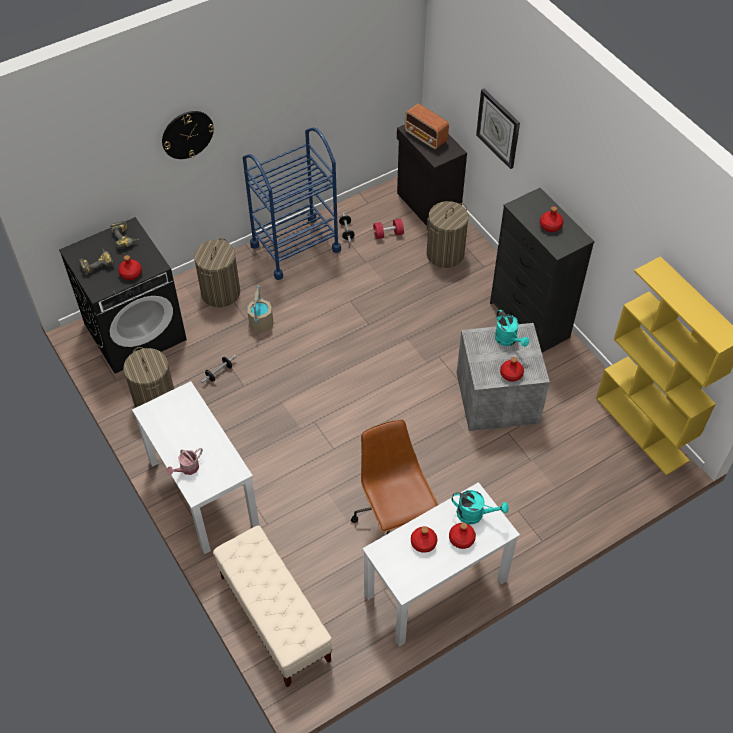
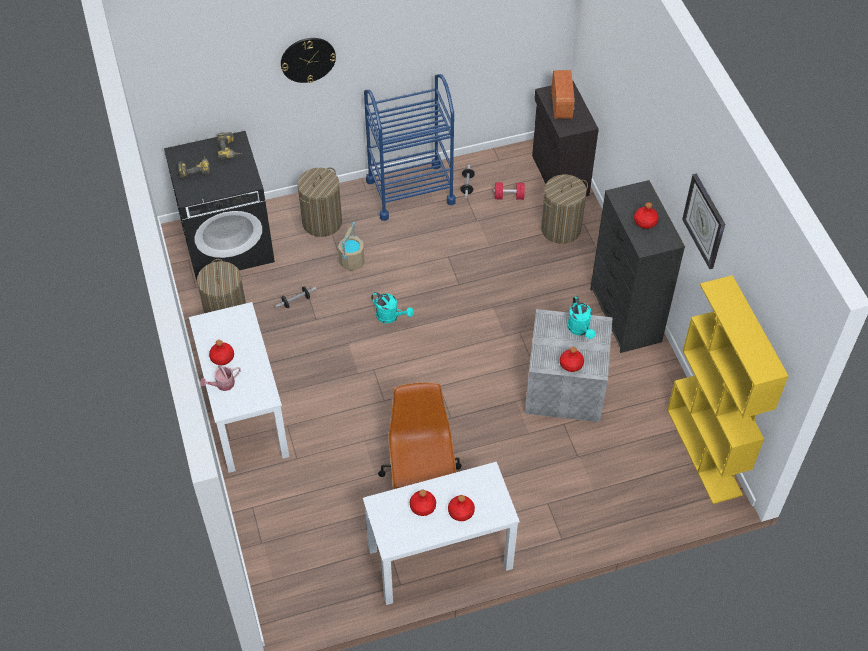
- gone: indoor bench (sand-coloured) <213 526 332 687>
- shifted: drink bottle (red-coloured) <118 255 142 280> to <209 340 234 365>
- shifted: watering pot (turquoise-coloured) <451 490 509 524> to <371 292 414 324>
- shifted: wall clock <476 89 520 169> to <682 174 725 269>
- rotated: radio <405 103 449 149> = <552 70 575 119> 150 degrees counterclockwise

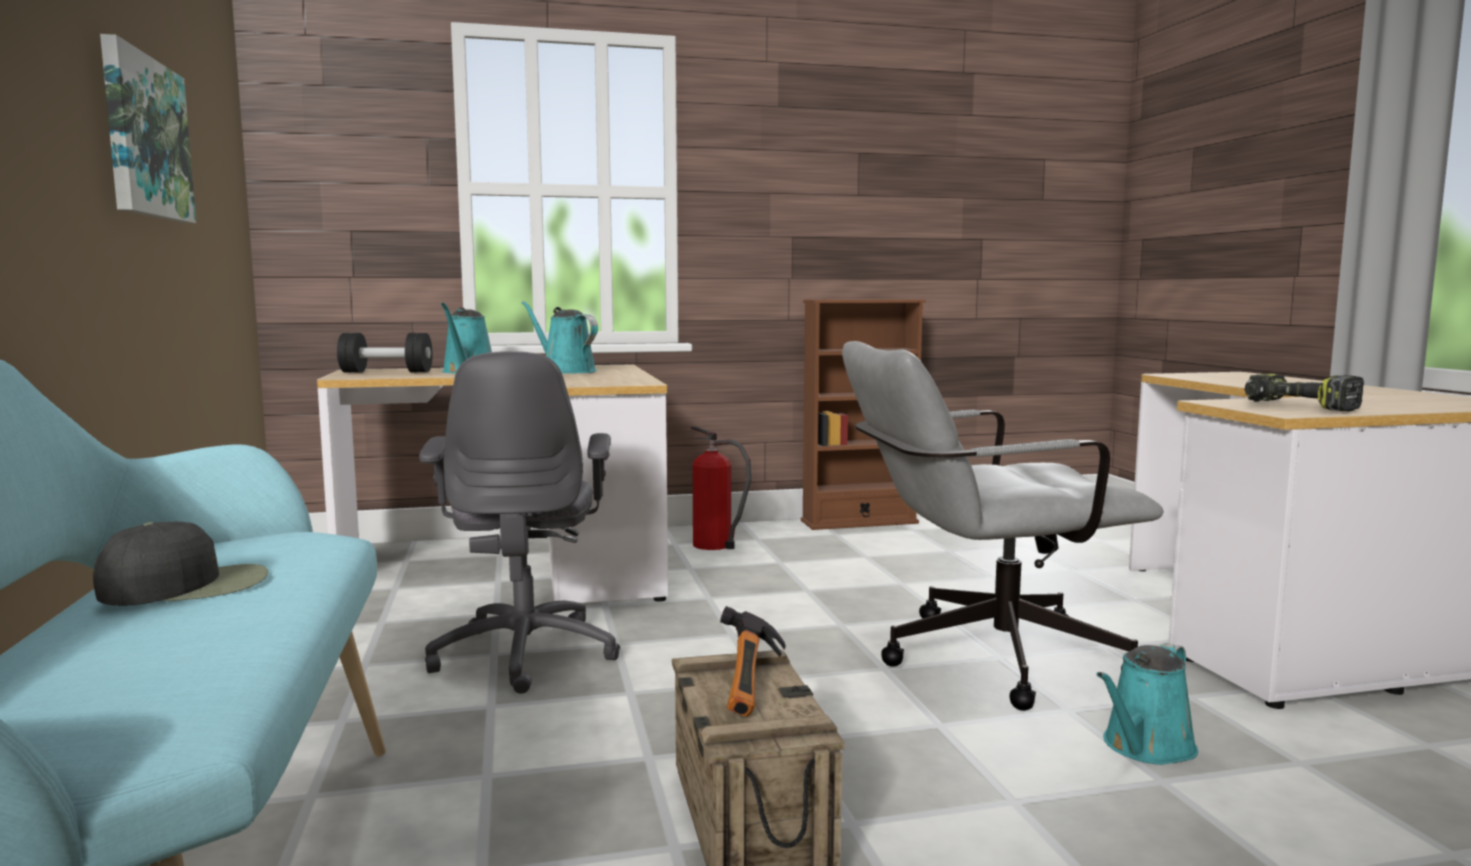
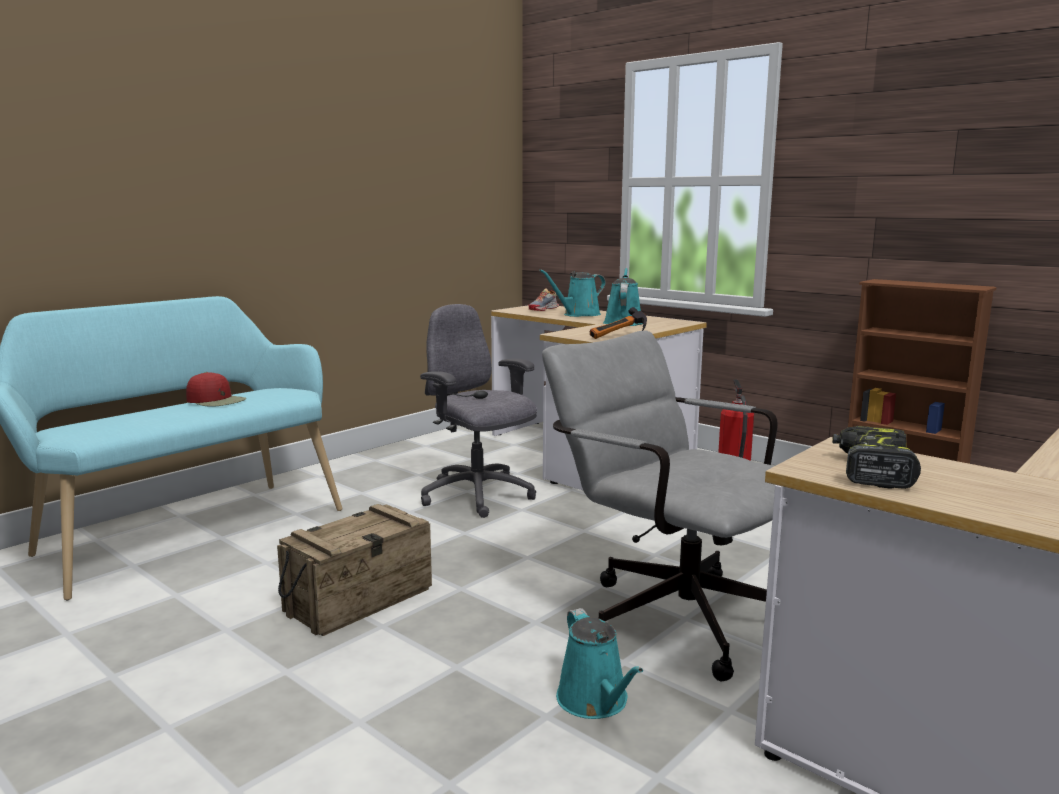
- gone: wall art <100 34 196 223>
- shifted: tool hammer <720 606 786 717> to <590 307 647 339>
- swapped: dumbbell (black-coloured) <337 333 433 373> to shoe <528 288 559 311>
- repainted: baseball cap (black-coloured) <93 522 268 606> to baseball cap (red-coloured) <186 372 246 407>
- rotated: office chair (grey) <419 351 620 694> = <420 304 537 518> 90 degrees clockwise
- rotated: watering pot (turquoise-coloured) <1097 643 1198 765> = <556 608 643 719> 120 degrees counterclockwise

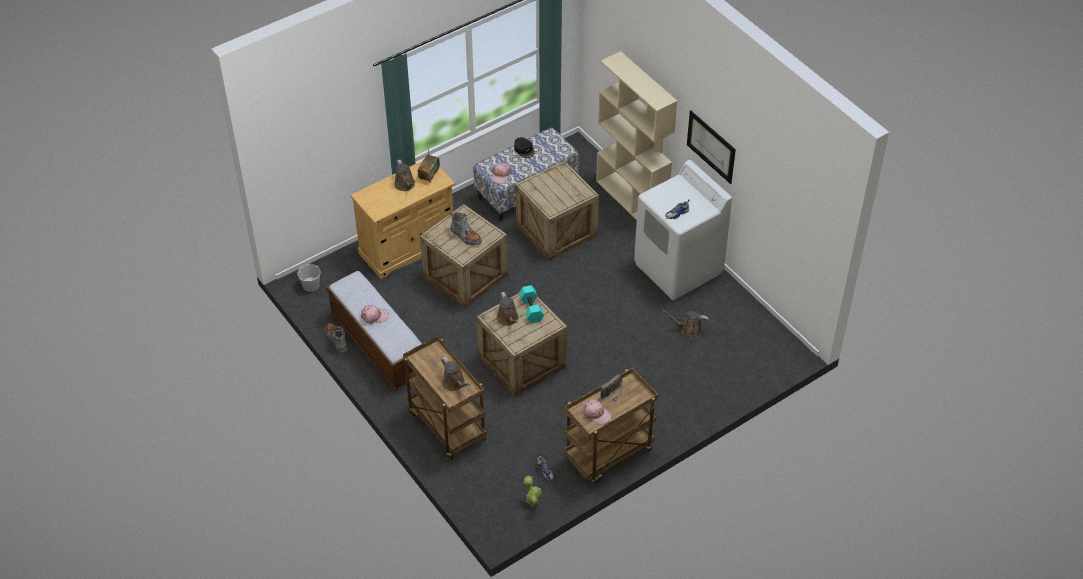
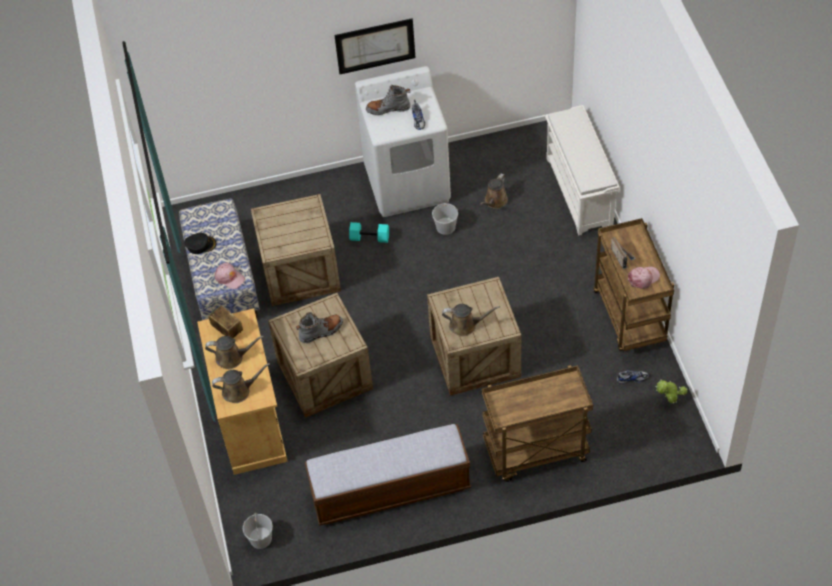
- gone: baseball cap (pink) <361 305 389 324>
- gone: shelving unit (sand-coloured) <596 51 677 220>
- new: pail (whitish) <432 203 458 235>
- new: shoe shelf (whitish) <545 105 620 236>
- shifted: boot (grey) <326 323 347 354> to <366 85 411 115>
- shifted: watering pot (brown) <441 357 471 391> to <212 363 270 403>
- shifted: dumbbell (turquoise-coloured) <519 285 544 323> to <349 222 389 243>

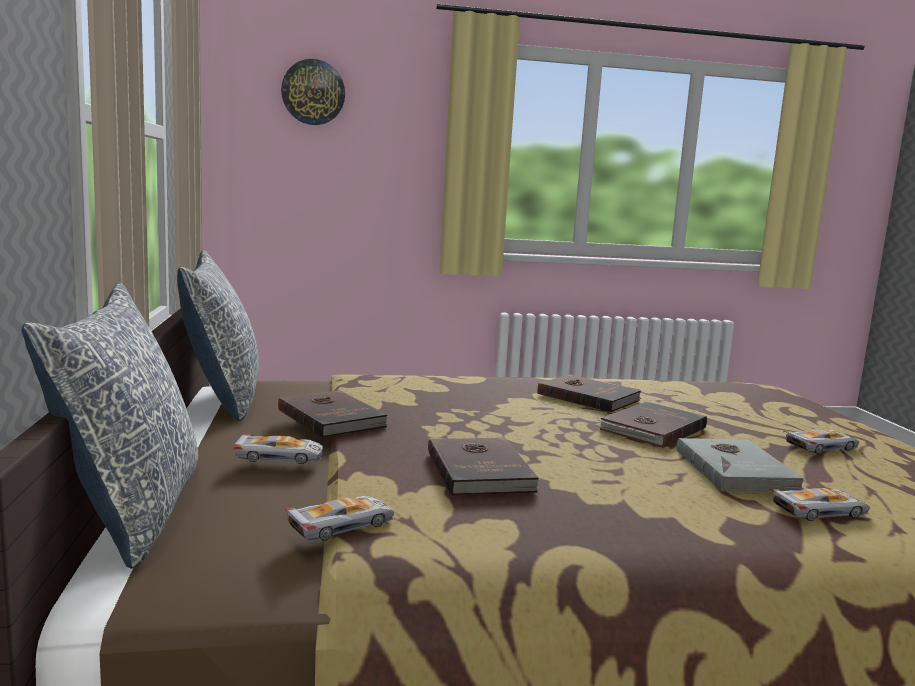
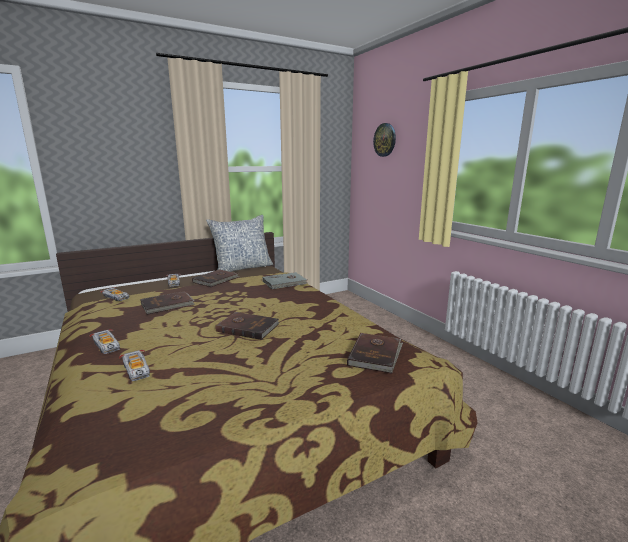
- gone: throw pillow <22 282 198 569>
- shifted: bound book (brown) <537 374 641 412> to <347 333 403 374>
- shifted: bound book (grey) <677 438 805 492> to <263 272 307 289>
- shifted: miniature car <783 429 859 454> to <90 329 120 354>

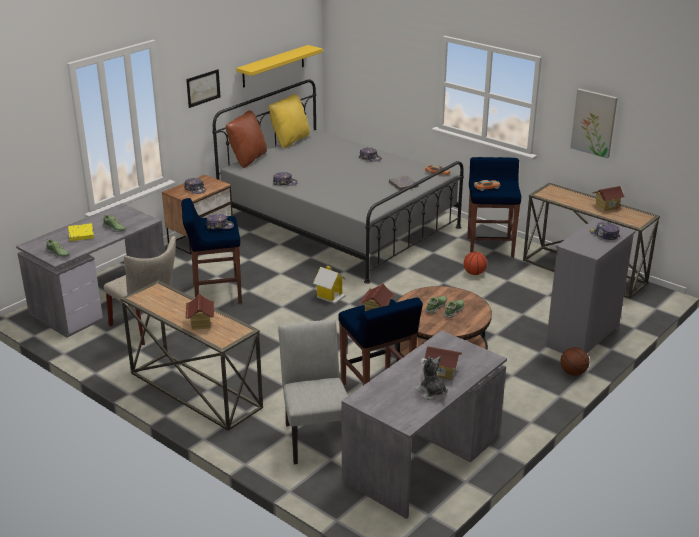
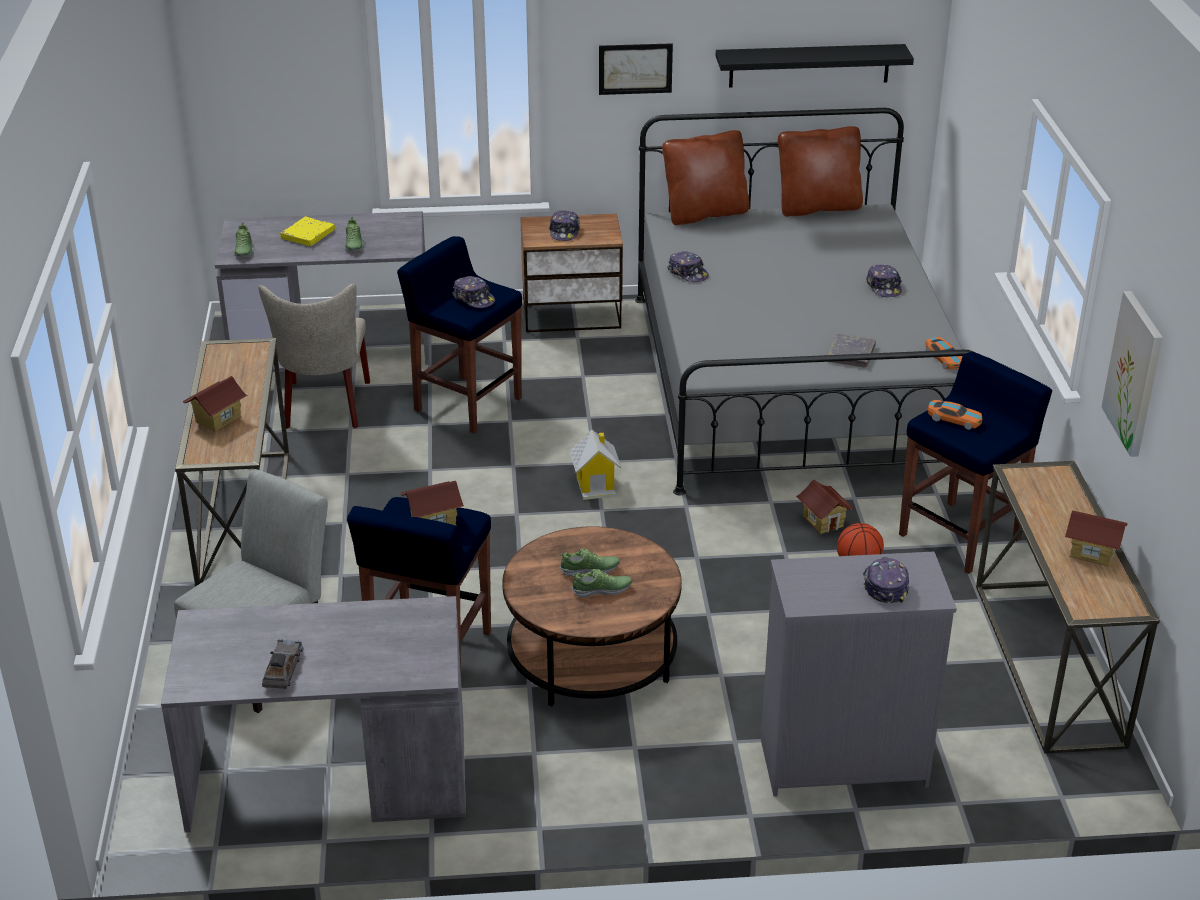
- gone: basketball <560 347 590 376>
- shifted: toy house <425 346 462 380> to <796 480 854 534>
- swapped: plush toy <415 356 448 400> to miniature car (grey) <262 638 304 689>
- repainted: wall shelf (yellow-coloured) <236 45 323 87> to wall shelf (black-coloured) <716 44 914 88>
- repainted: throw pillow (yellow-coloured) <268 94 310 148> to throw pillow (brown) <778 126 863 217>

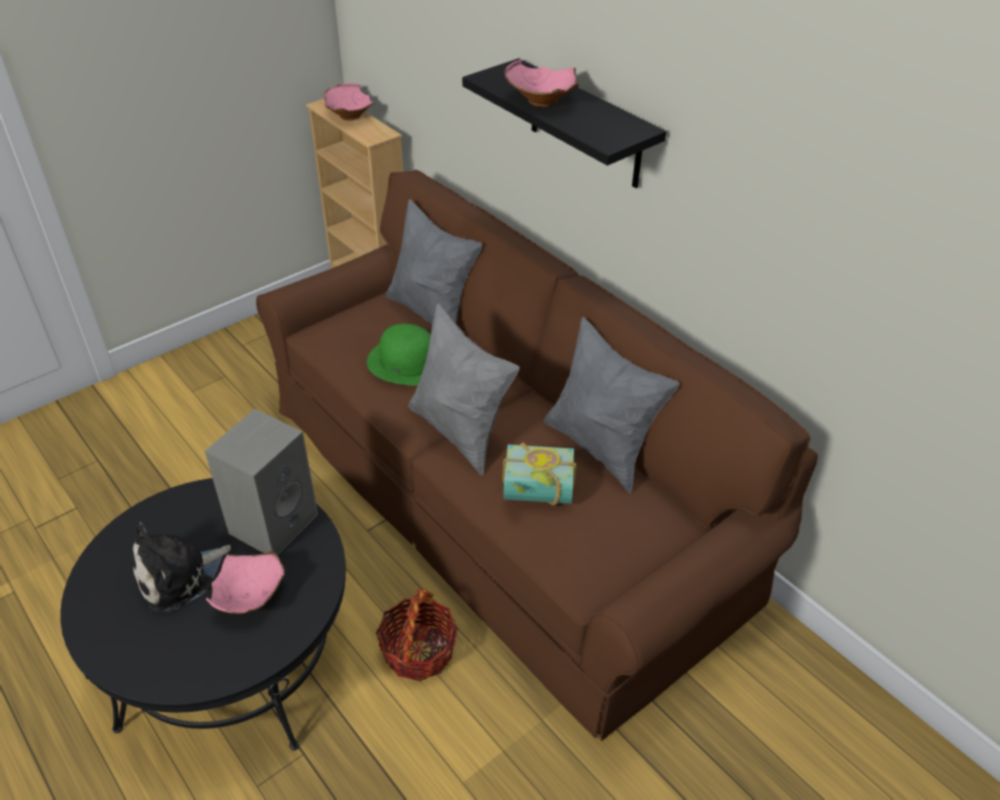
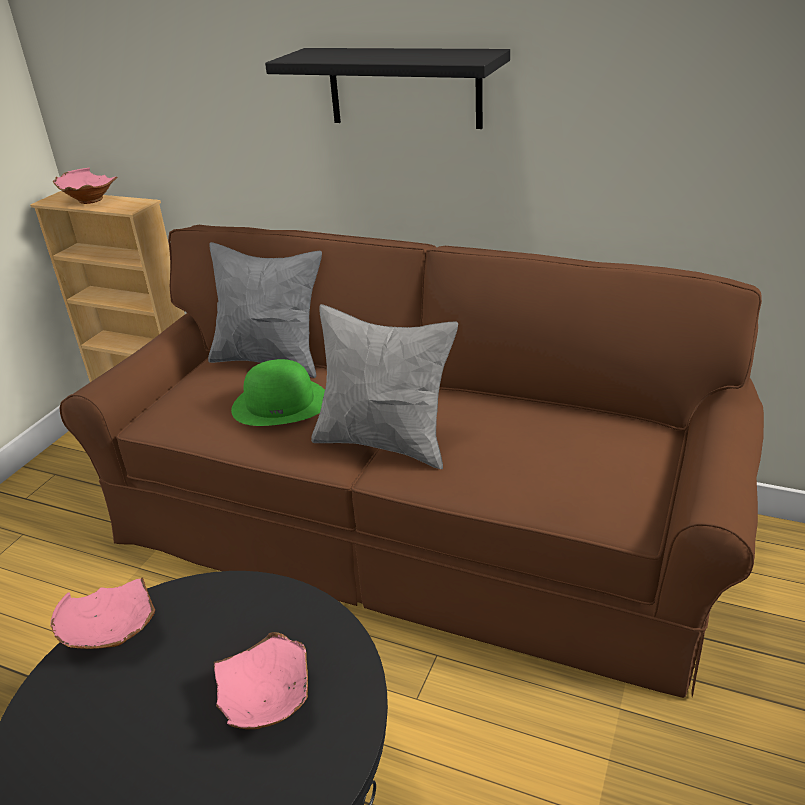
- gone: plush toy <133 522 231 611>
- gone: loudspeaker (grey) <205 409 318 556>
- gone: storage basket <376 588 458 681>
- gone: bound book <502 443 577 505>
- gone: throw pillow (grey) <544 317 679 493>
- shifted: serving bowl (pink) <504 60 579 107> to <50 577 155 649>

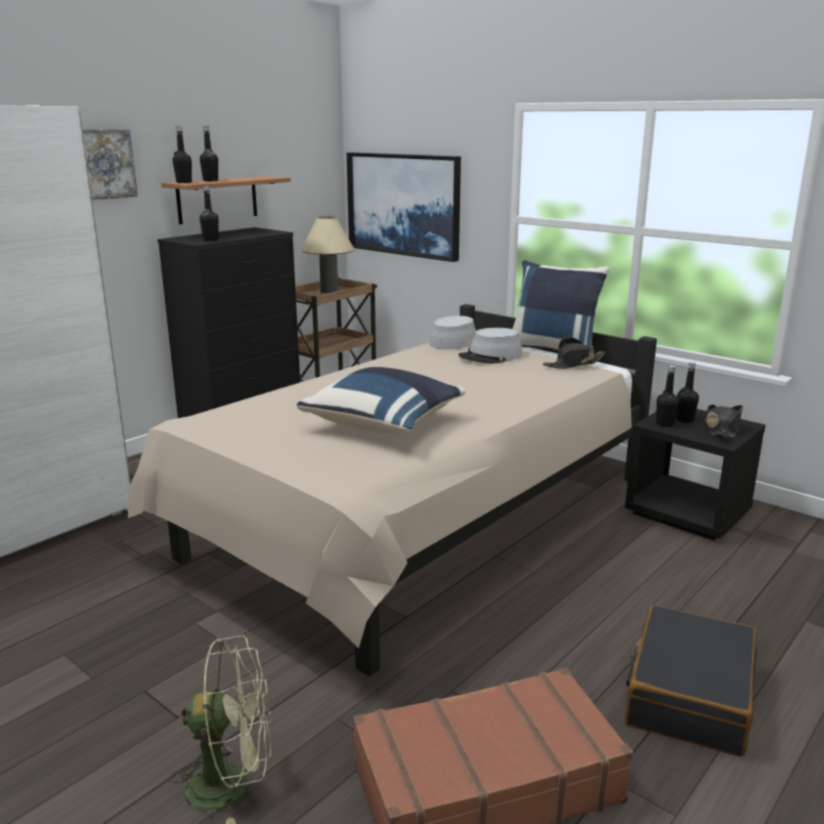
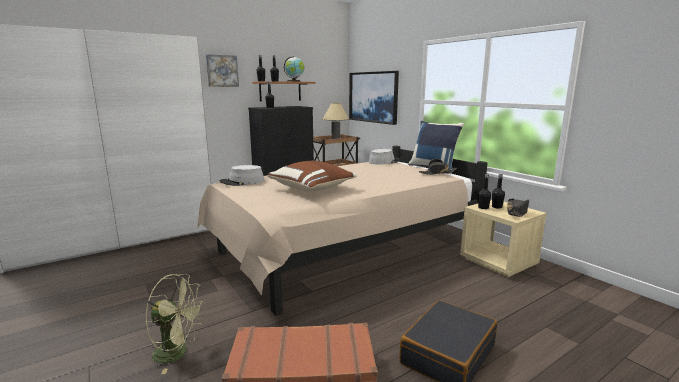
- new: desk globe <284 56 304 82>
- shifted: hat (grey) <459 328 522 364> to <220 165 265 186>
- repainted: throw pillow (blue) <297 367 466 433> to throw pillow (brown) <268 161 357 192>
- repainted: bedside table (black-coloured) <625 409 766 540> to bedside table (sand-coloured) <460 200 547 277>

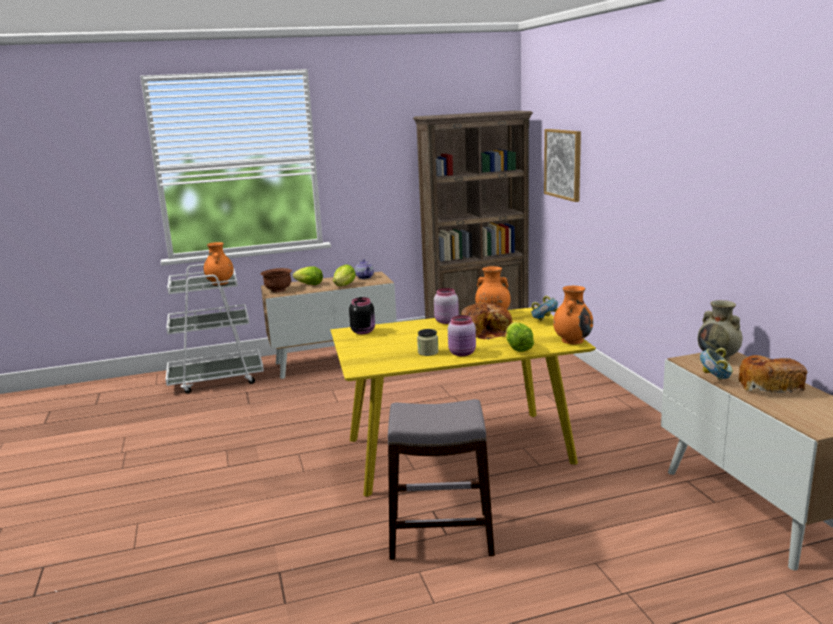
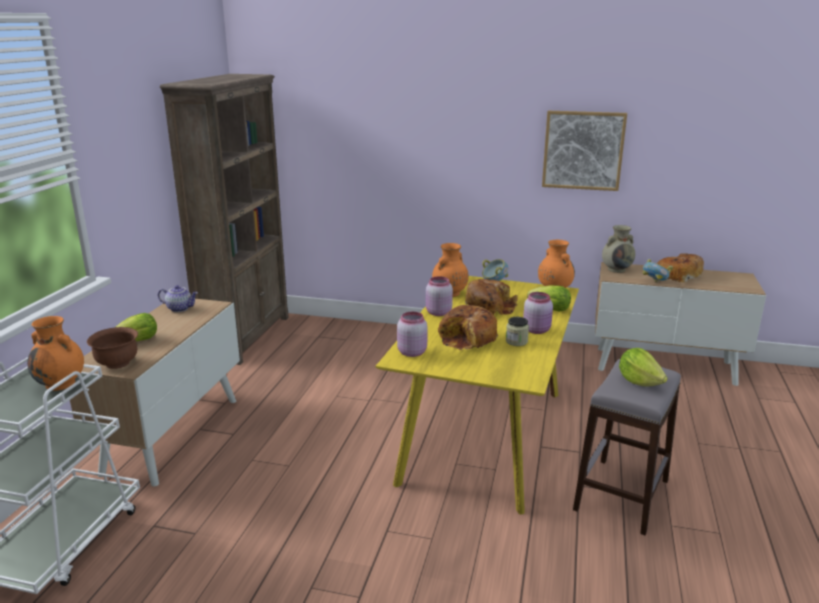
- new: bread <438 305 498 350>
- shifted: head of lettuce <333 265 356 286> to <619 348 668 386>
- shifted: wall art <544 129 581 202> to <542 111 627 191>
- repainted: preserve jar (black-coloured) <349 297 375 334> to preserve jar (pink) <397 312 428 357>

